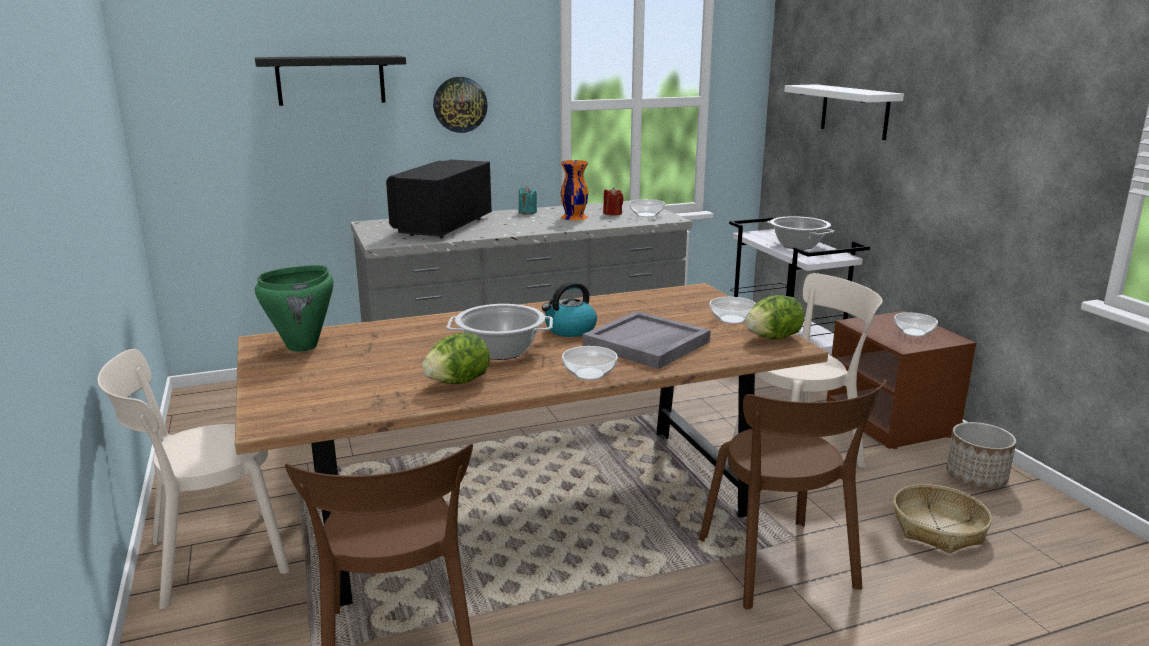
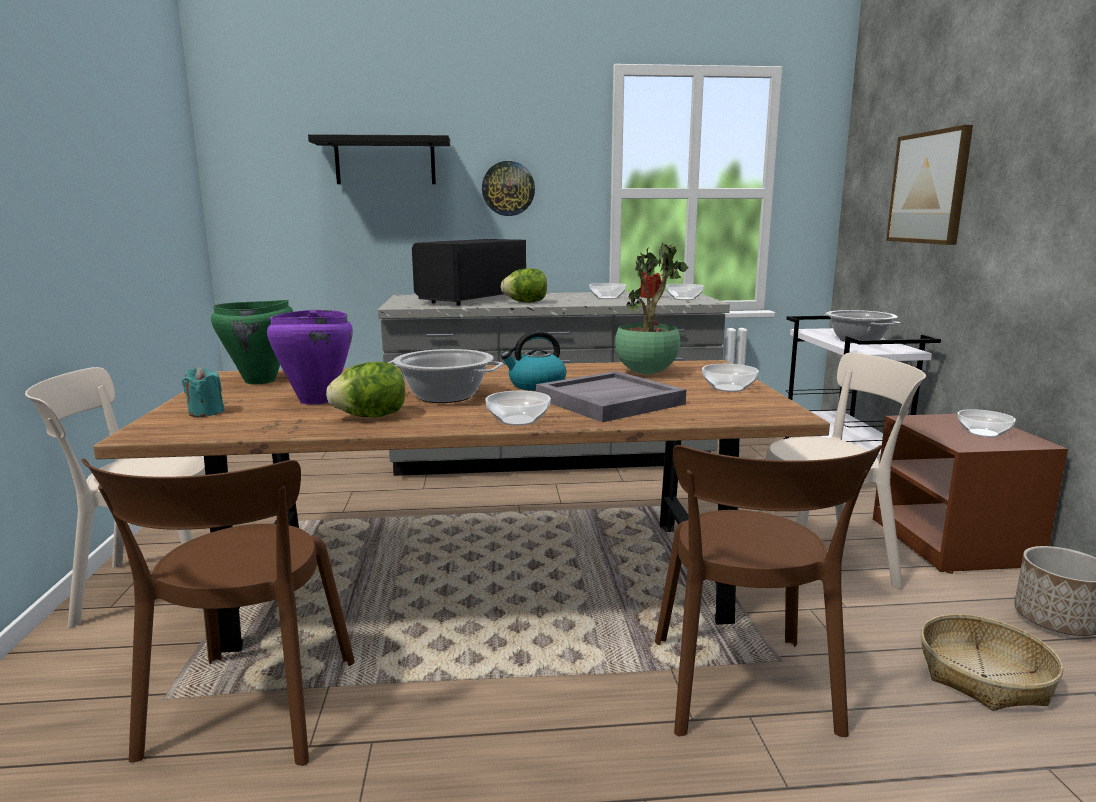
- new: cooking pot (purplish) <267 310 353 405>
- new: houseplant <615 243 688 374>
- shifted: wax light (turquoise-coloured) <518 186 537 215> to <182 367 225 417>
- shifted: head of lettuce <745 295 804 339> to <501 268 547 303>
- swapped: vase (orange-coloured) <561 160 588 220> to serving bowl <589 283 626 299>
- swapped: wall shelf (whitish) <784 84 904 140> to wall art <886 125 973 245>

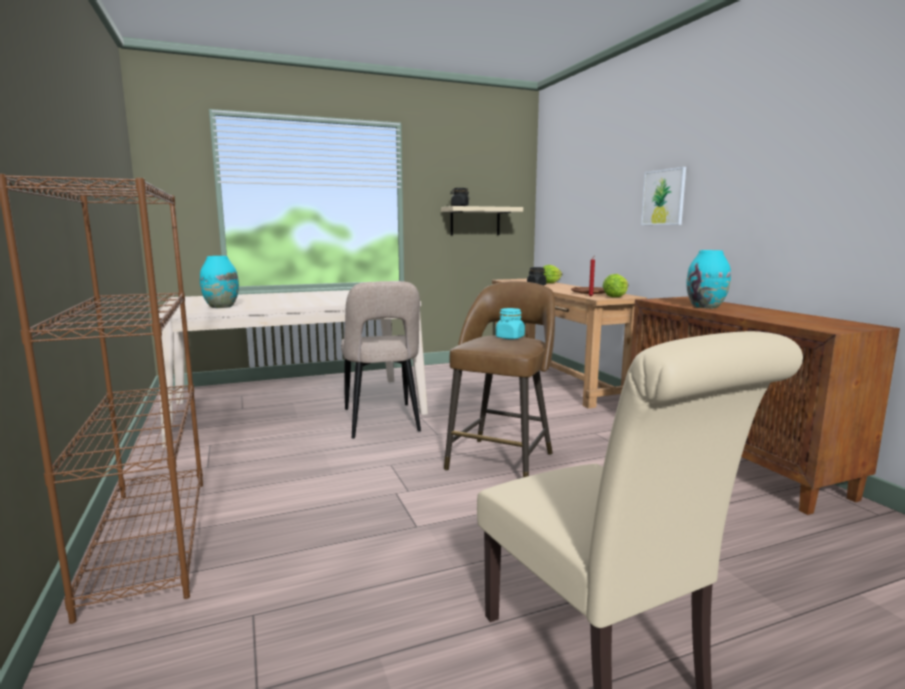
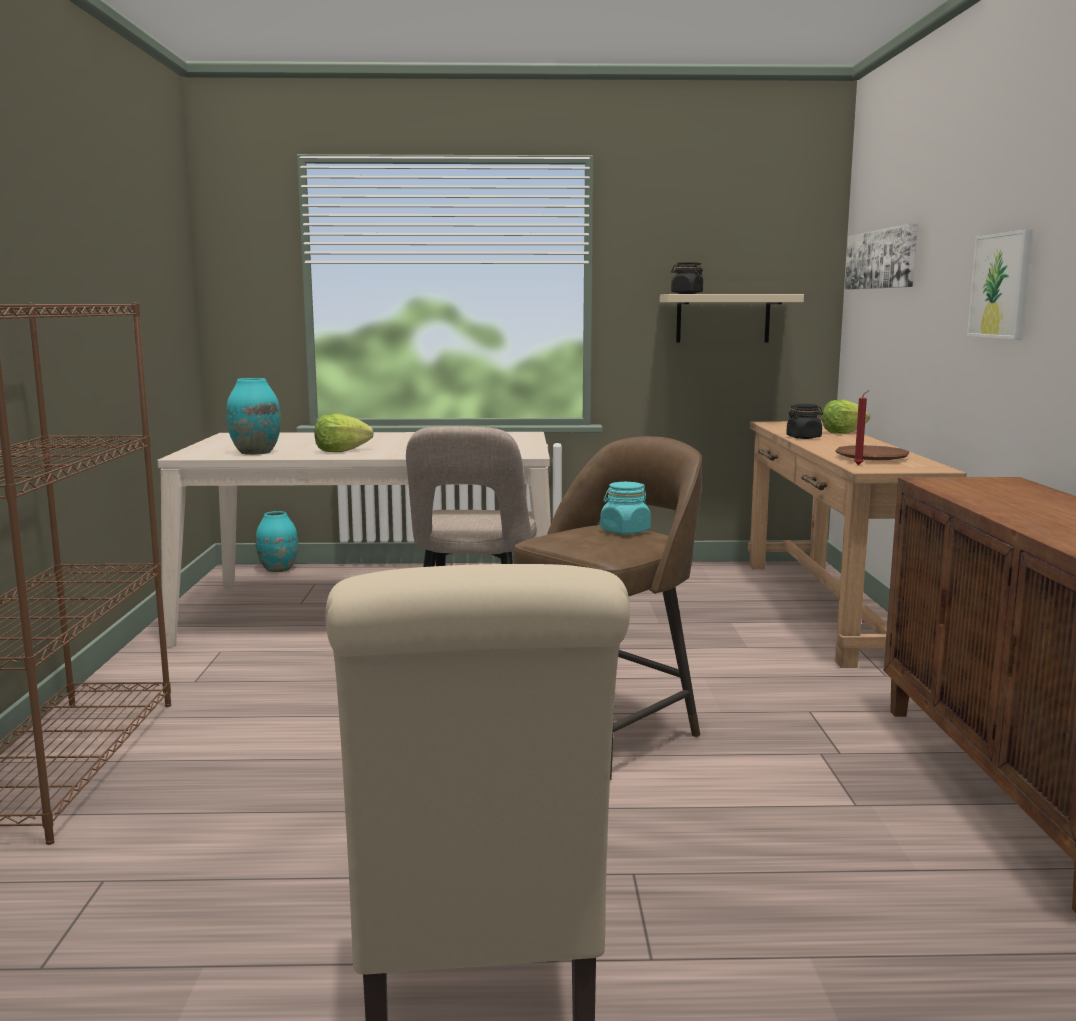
- new: wall art <845 224 918 289>
- shifted: head of lettuce <602 274 628 297> to <315 413 374 452>
- shifted: vase (turquoise-coloured) <686 250 731 309> to <256 511 298 572>

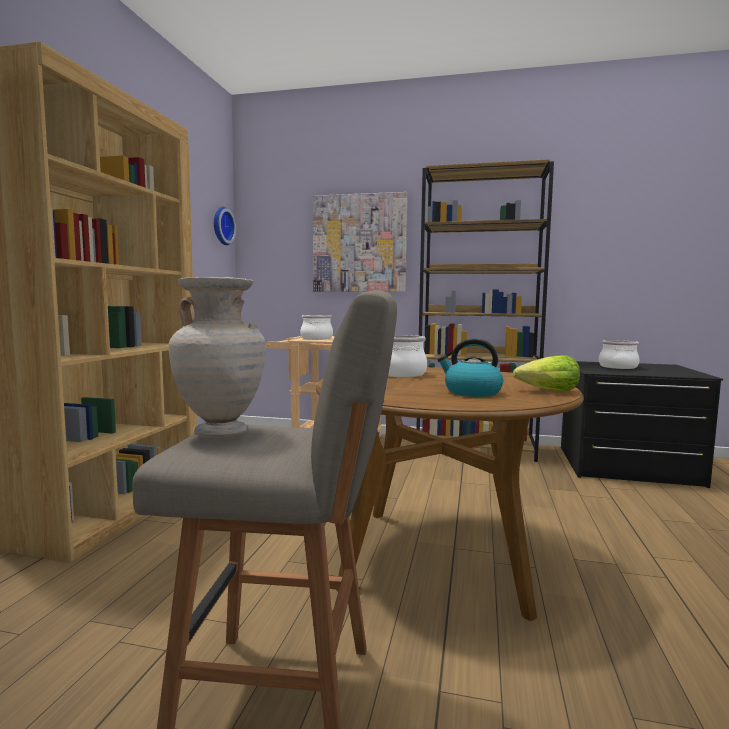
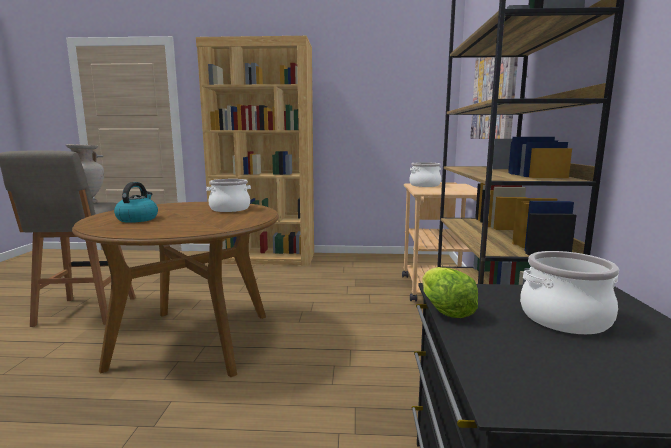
- gone: wall clock <214 207 236 245>
- shifted: head of lettuce <513 355 580 391> to <422 267 478 318>

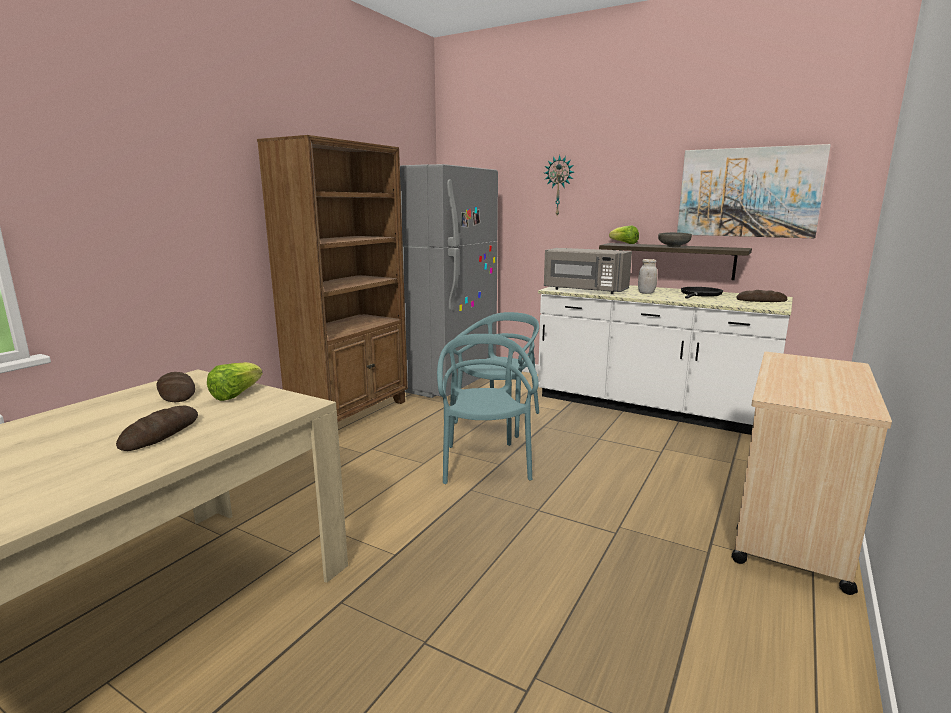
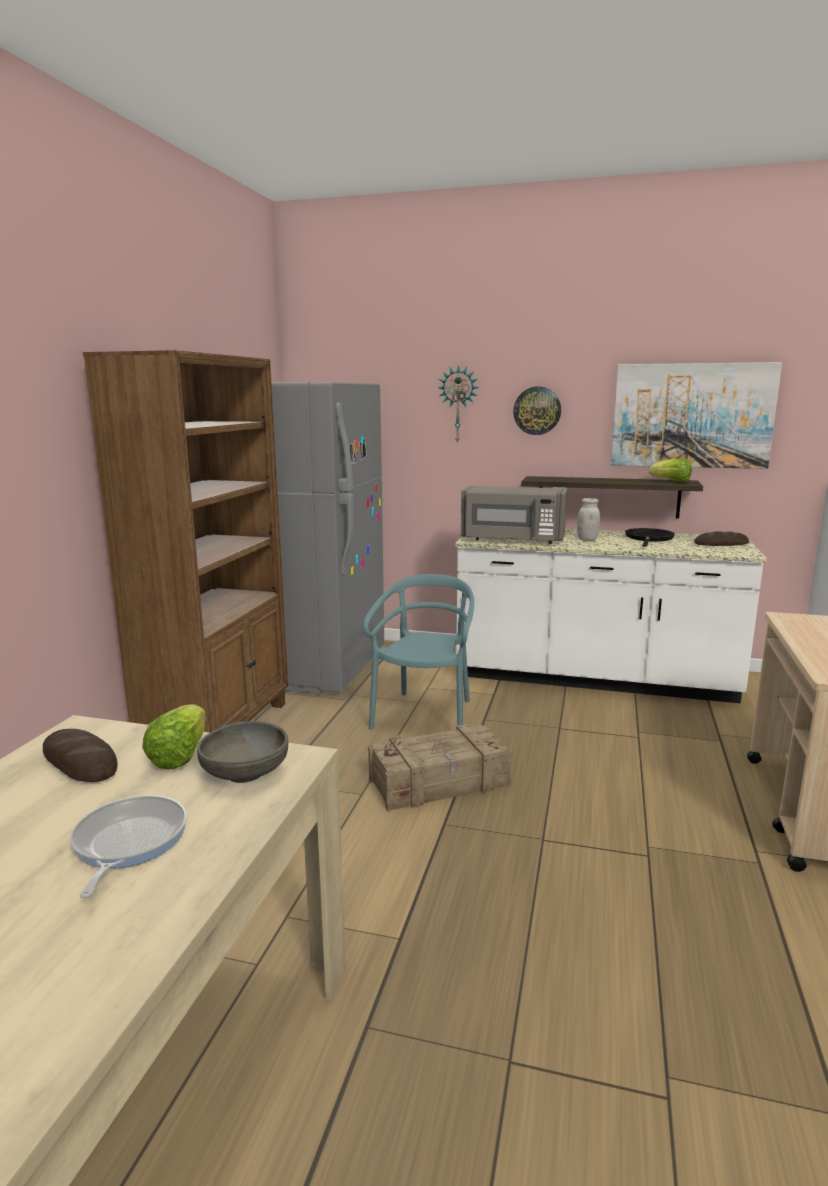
- new: wall clock <513 386 561 435>
- shifted: head of lettuce <609 225 639 244> to <649 458 692 482>
- shifted: serving bowl (grey) <658 232 692 247> to <197 721 288 783>
- swapped: bread <116 406 198 451> to skillet <70 795 187 899>
- swapped: chair (turquoise-coloured) <437 334 539 484> to crate <368 724 512 812>

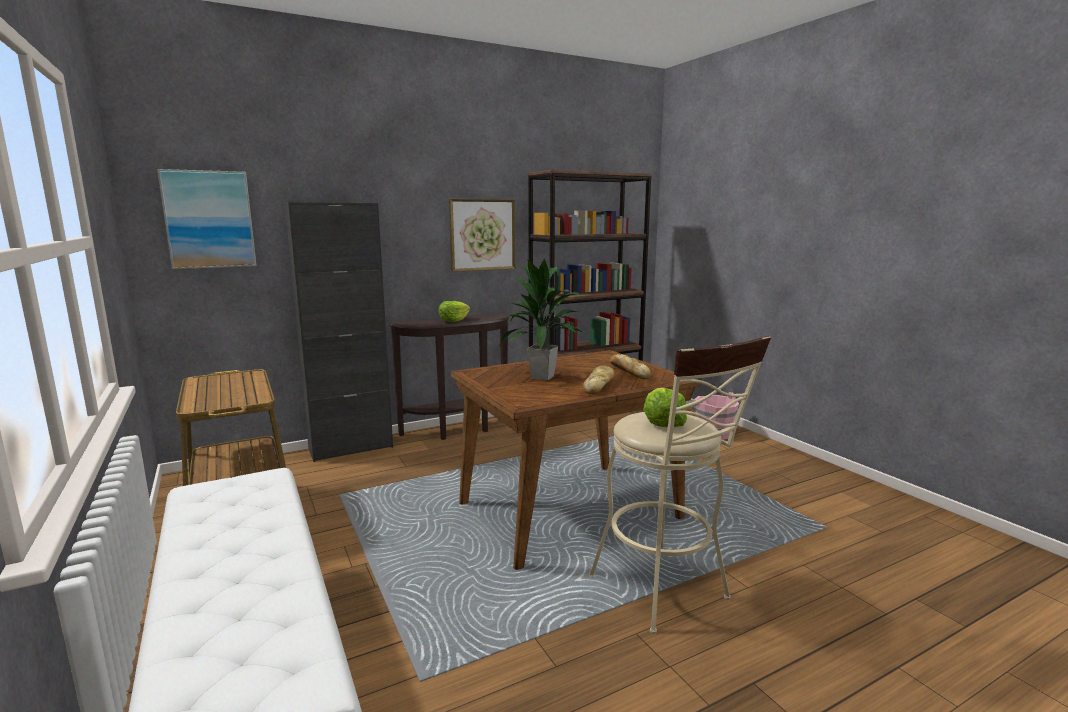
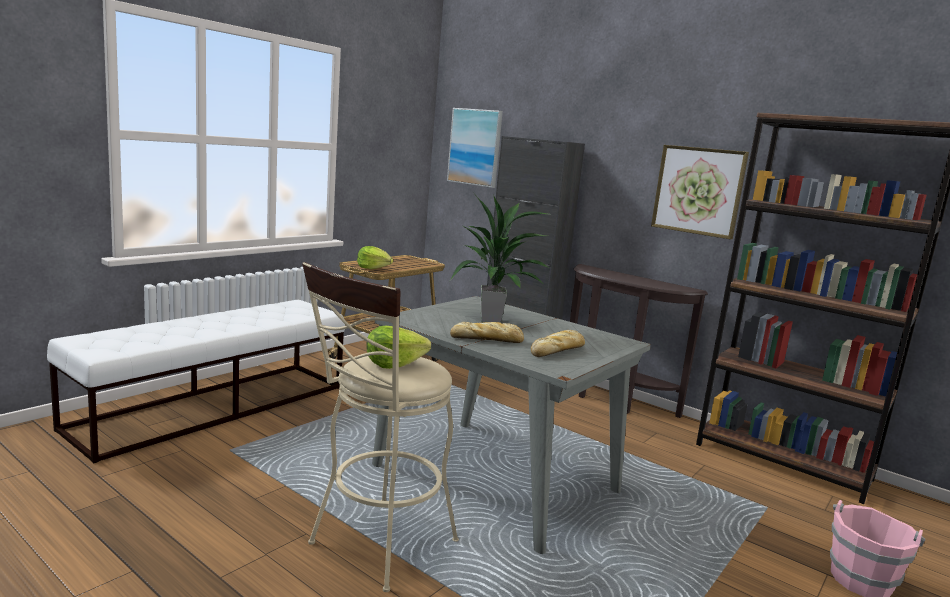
- shifted: head of lettuce <439 301 470 322> to <357 246 393 269>
- repainted: dinner table (brown) <451 350 700 570> to dinner table (grey) <372 296 651 554>

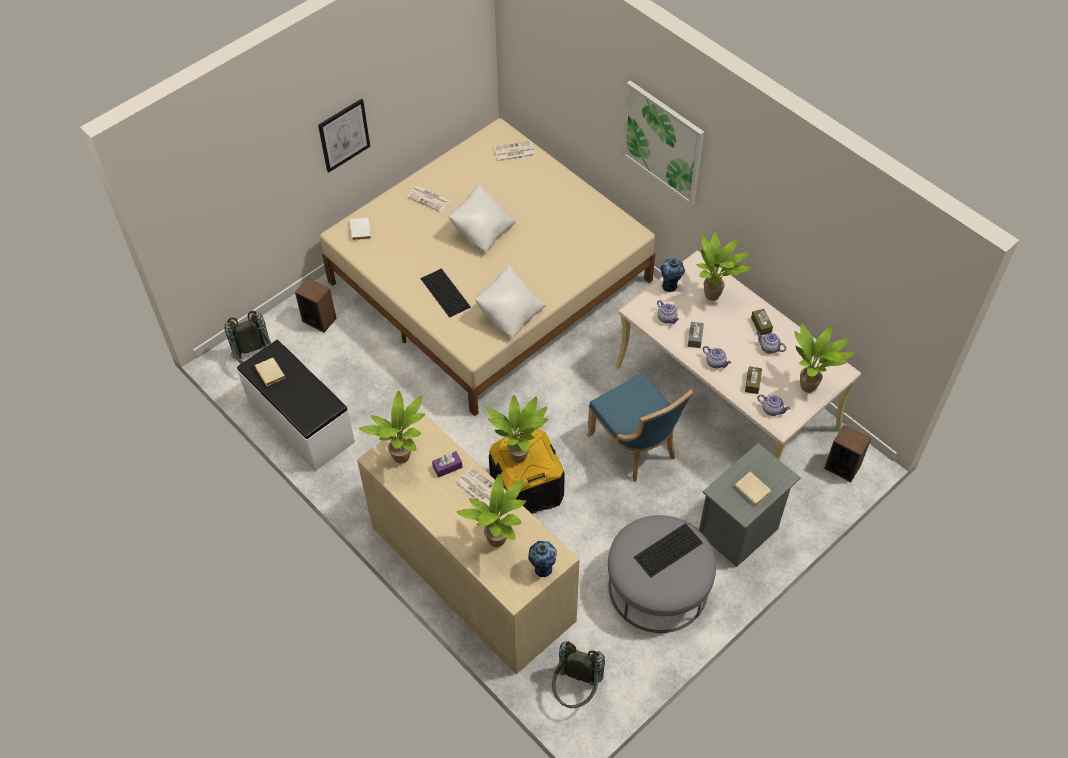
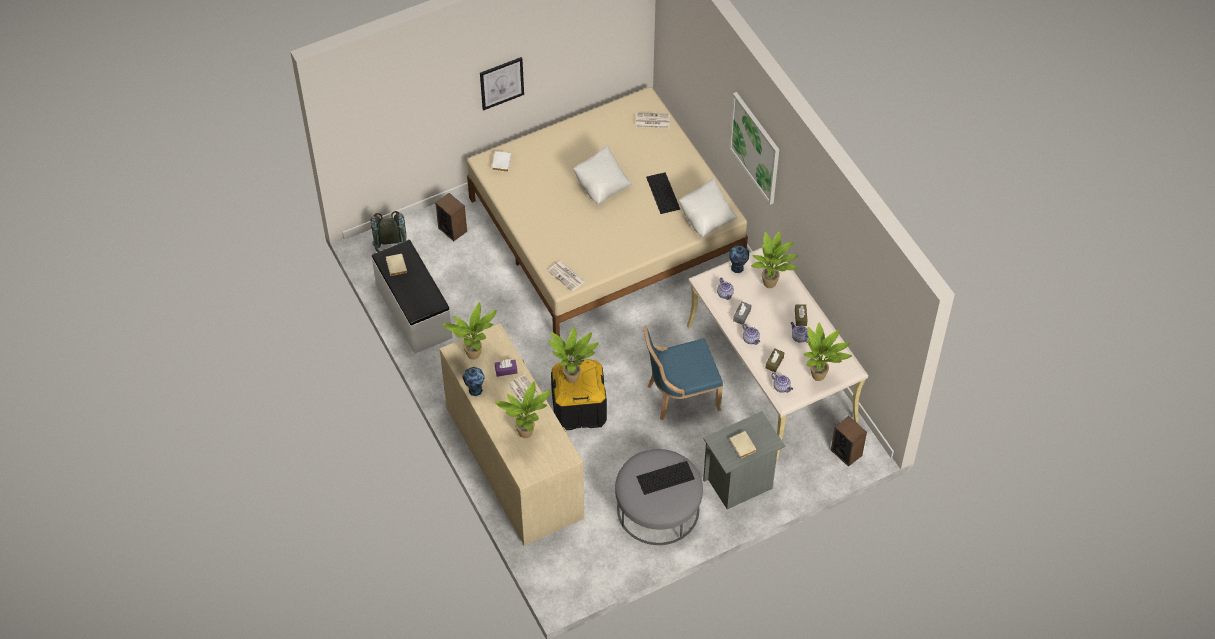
- gone: backpack (grey) <552 641 605 708>
- shifted: printed paper <407 185 451 212> to <547 261 586 291>
- shifted: PC keyboard <420 268 471 318> to <646 172 680 214>
- shifted: throw pillow (whitish) <475 264 546 337> to <679 177 737 237>
- shifted: vase <528 541 557 577> to <463 367 484 396>
- rotated: chair (blue) <587 373 693 482> = <643 325 723 420> 90 degrees clockwise

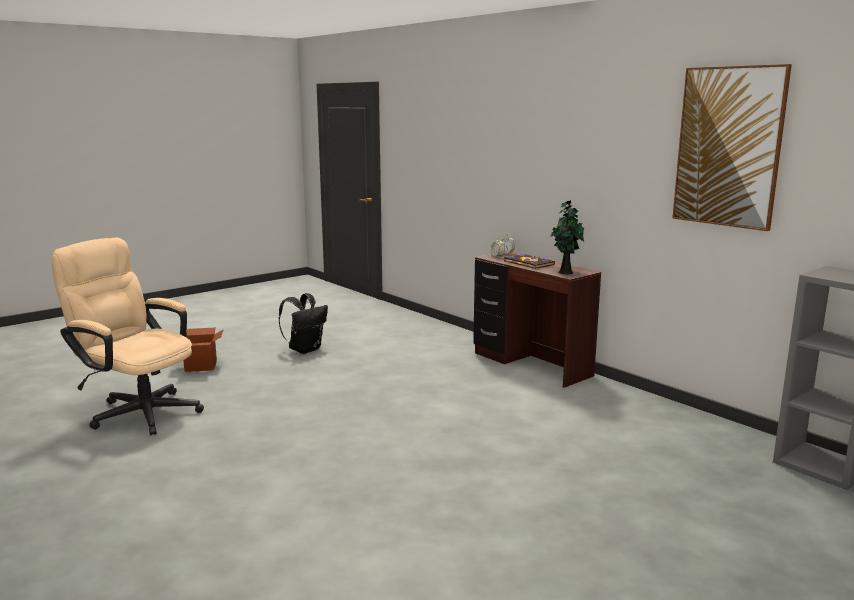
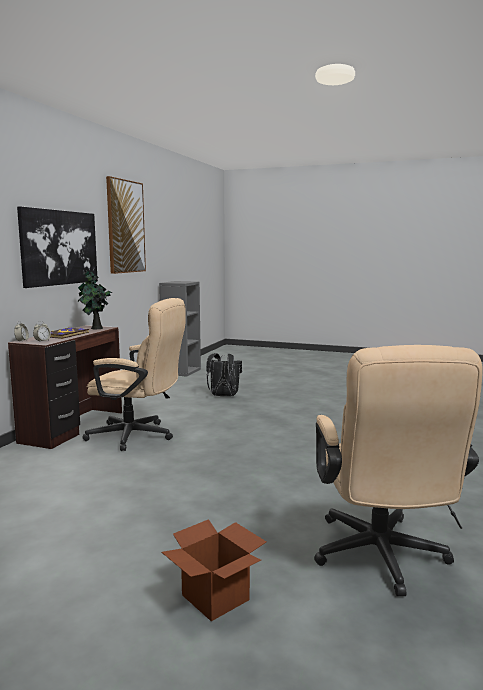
- new: wall art <17 206 98 288>
- new: office chair (sand-coloured) <83 298 186 451>
- shifted: backpack (black-coloured) <278 293 328 354> to <206 353 242 396>

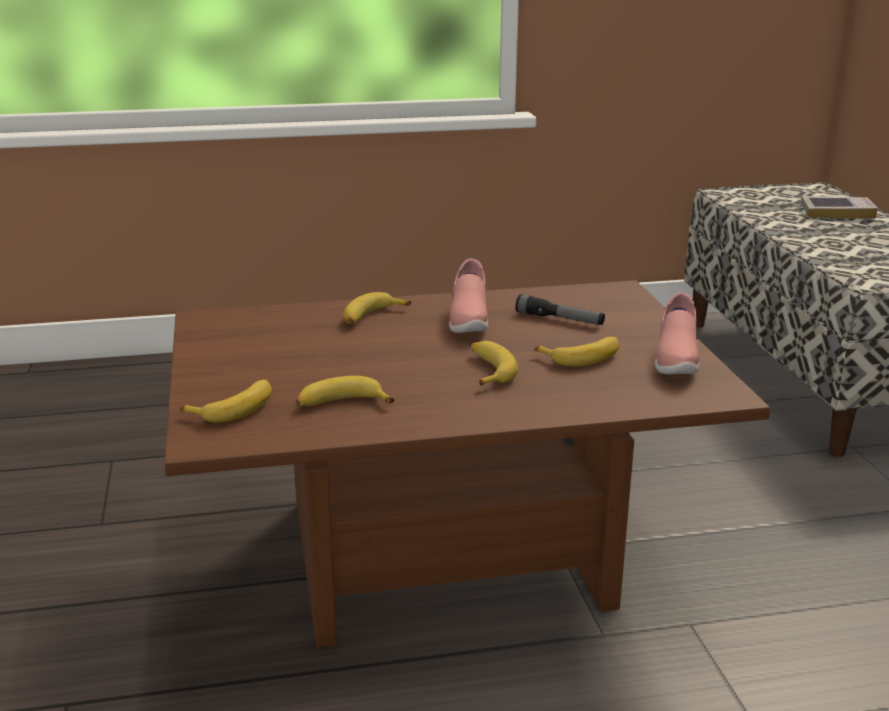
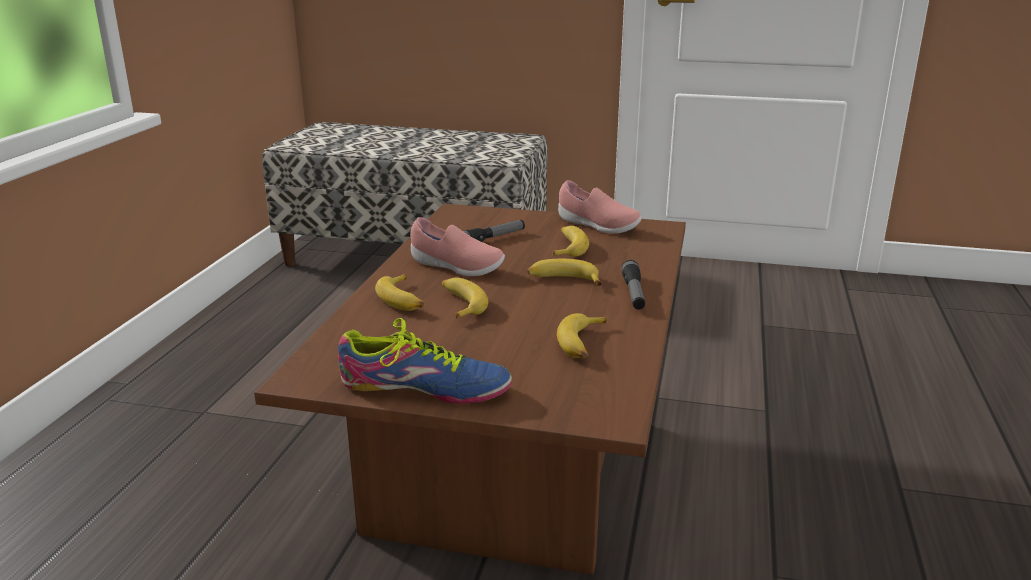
- gone: bound book <801 196 878 219>
- new: shoe <338 318 512 404>
- new: torch <621 260 645 310>
- shifted: banana <180 379 272 422> to <442 278 488 319>

